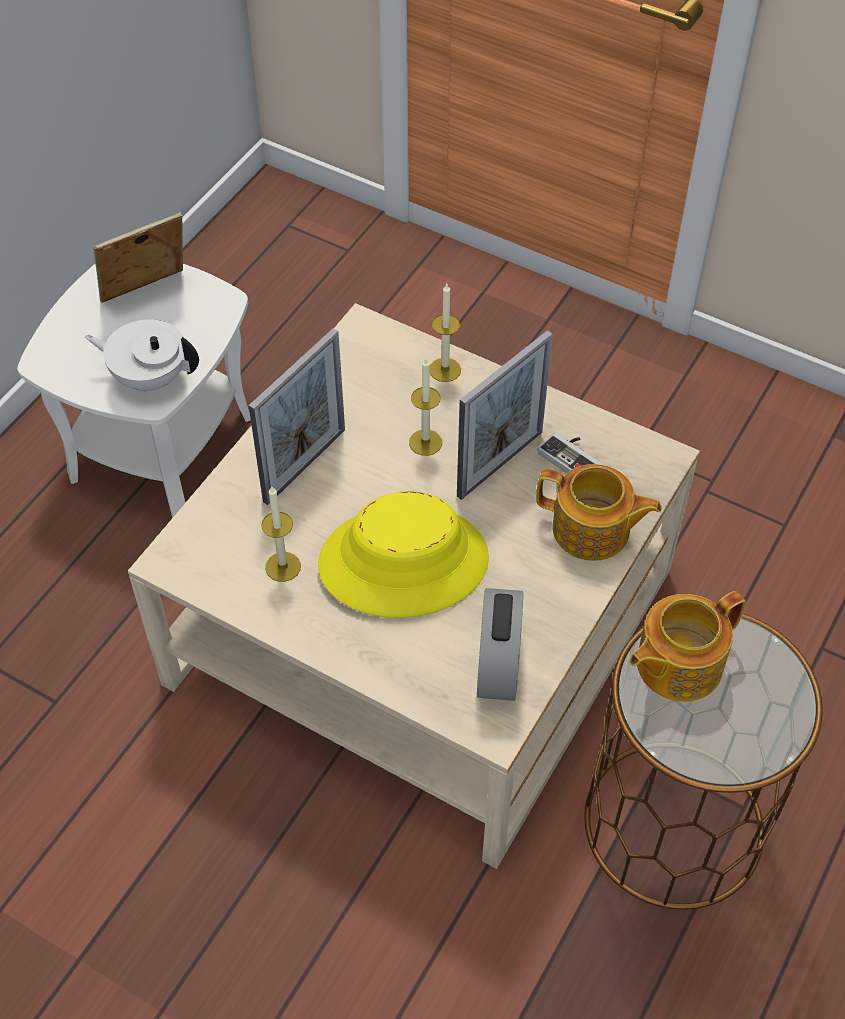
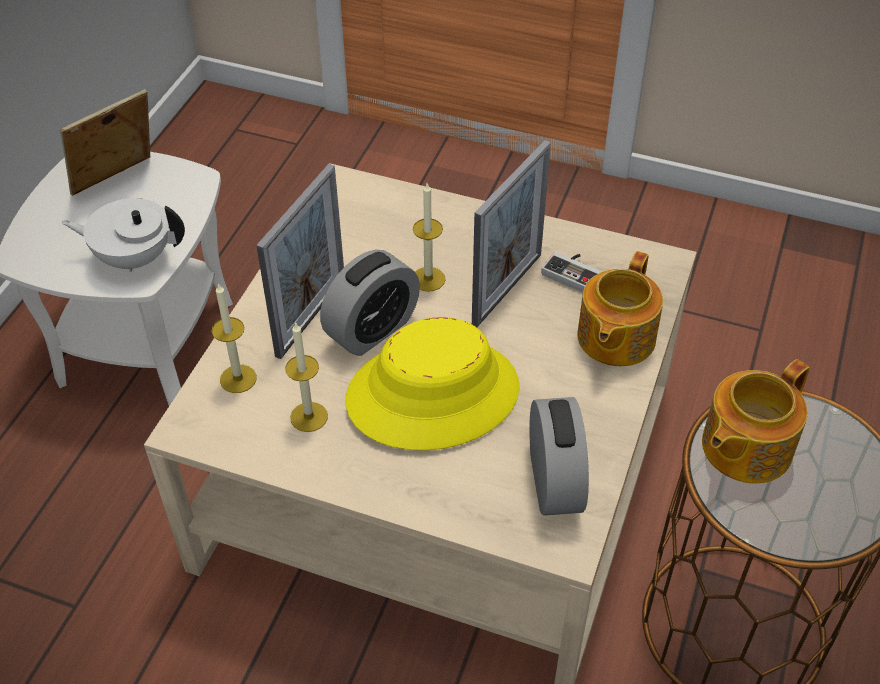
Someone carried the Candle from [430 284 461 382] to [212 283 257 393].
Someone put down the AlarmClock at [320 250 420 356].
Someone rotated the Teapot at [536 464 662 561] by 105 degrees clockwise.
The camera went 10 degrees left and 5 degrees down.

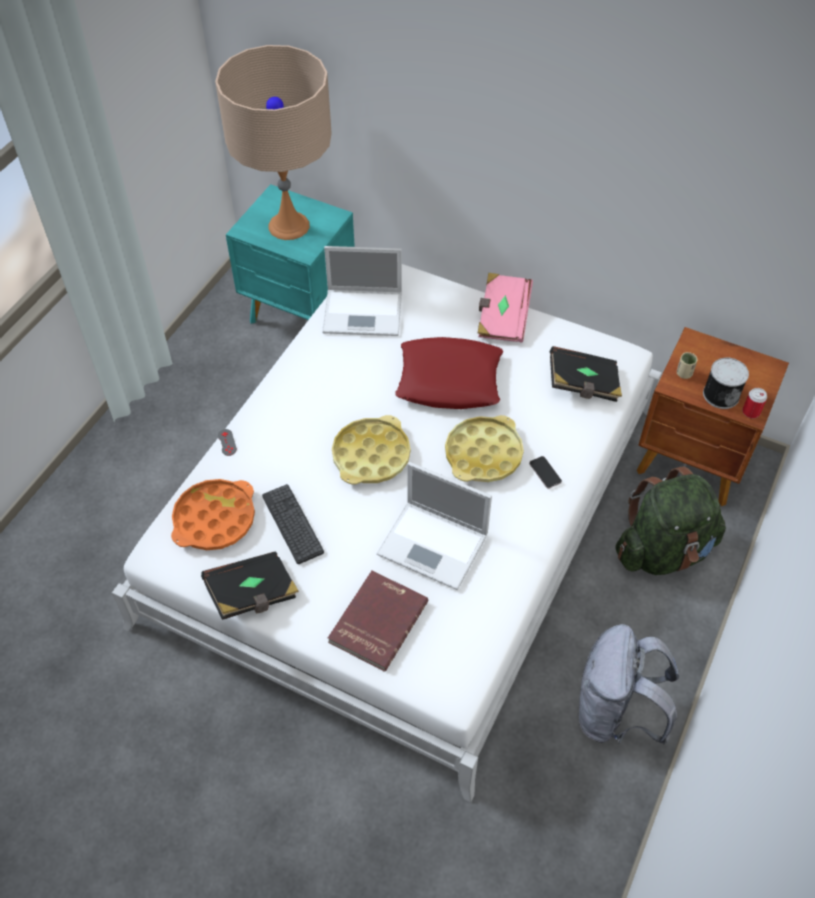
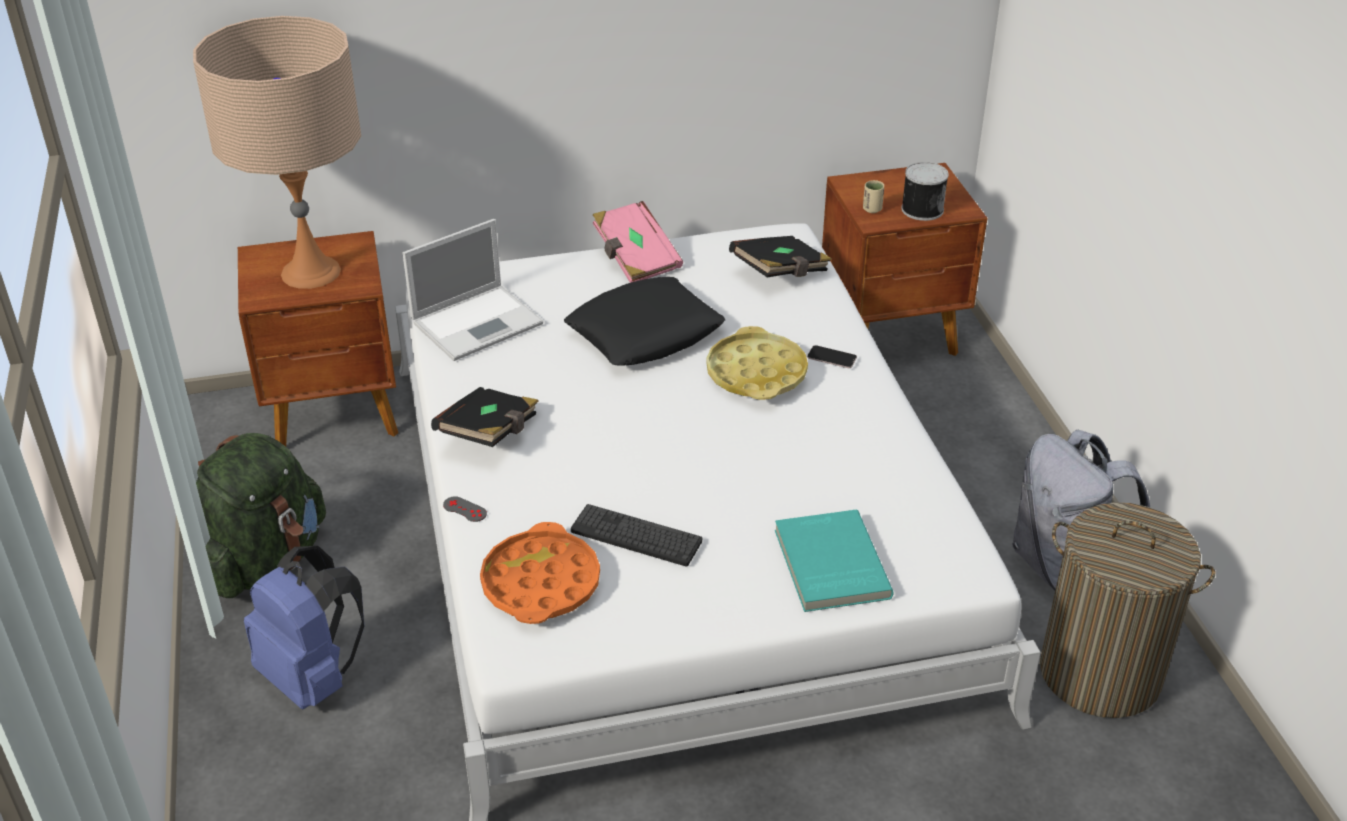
Someone carried the GreenBackpack from [616 466 726 575] to [196 433 326 598].
Someone repainted the TurquoiseNightstand at [226 184 355 324], which became the BrownNightstand at [238 231 398 446].
Someone put down the BlueBackpack at [244 546 364 709].
Someone carried the BlackBook from [201 551 299 620] to [431 387 538 447].
Someone repainted the RedPillow at [395 337 503 409], which became the BlackPillow at [564 277 725 366].
Someone repainted the RedBook at [328 571 428 672], which became the TurquoiseBook at [775 509 894 612].
Someone put down the LaundryBasket at [1040 503 1215 718].
Someone took away the YellowTray at [332 415 410 485].
Someone took away the Laptop at [377 462 492 590].
Someone took away the Can at [742 388 767 418].
The camera went 40 degrees left and 15 degrees down.

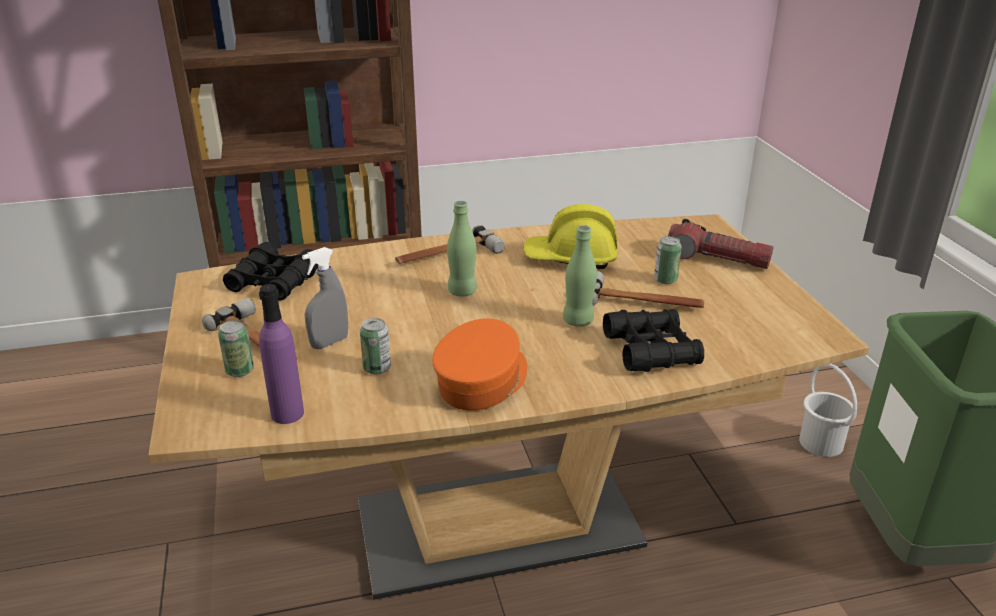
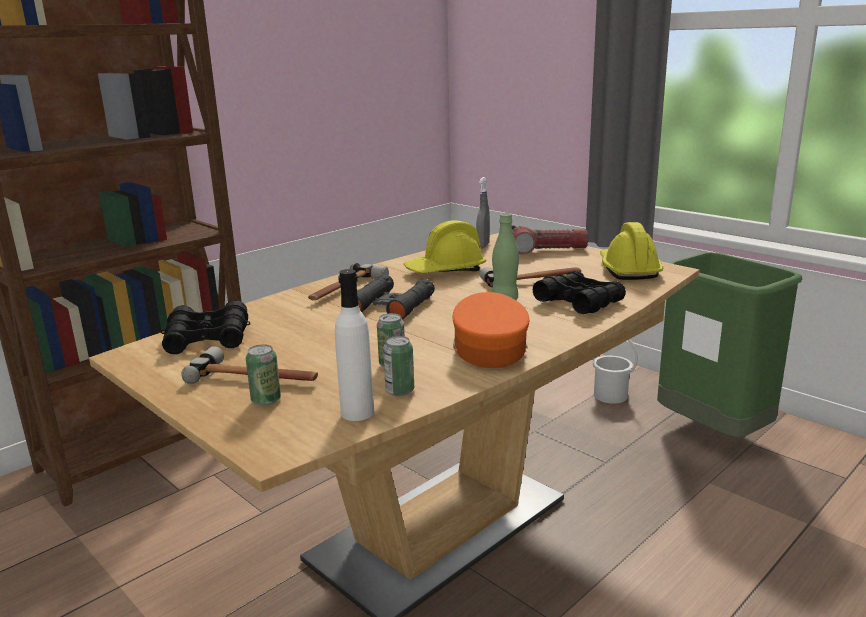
Someone repainted the PurpleBottle at [259 284 304 424], which became the WhiteBottle at [335 269 374 421].
Someone swapped the GreenBottle at [447 201 477 297] for the BlackBinoculars at [357 275 435 320].
Someone carried the Can from [654 236 682 284] to [383 336 414 396].
Someone carried the GreySprayBottle from [302 247 348 349] to [476 177 490 248].
Someone put down the YellowHardHat at [600 222 663 280].
The camera went 30 degrees left and 10 degrees down.

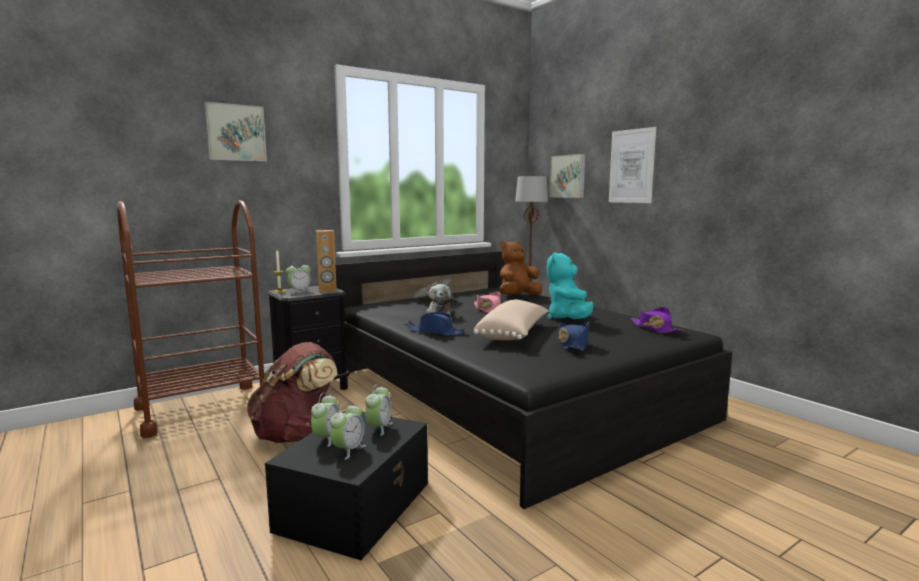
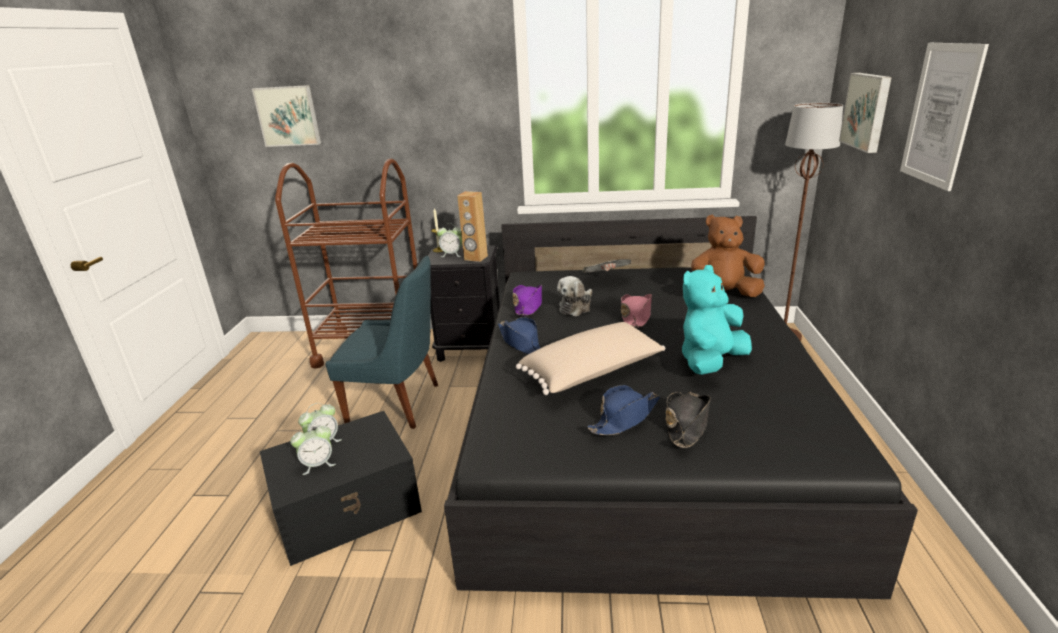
Someone carried the Picture from [204 102 267 162] to [252 85 321 147].
Someone swapped the BrownBackpack at [247 342 337 443] for the BlueChair at [326 255 438 429].
Someone carried the PurpleHat from [631 307 683 333] to [513 285 542 316].
Someone put down the BlackHat at [665 392 711 448].
Someone took away the AlarmClock at [365 384 393 436].
The camera went 40 degrees right and 15 degrees up.

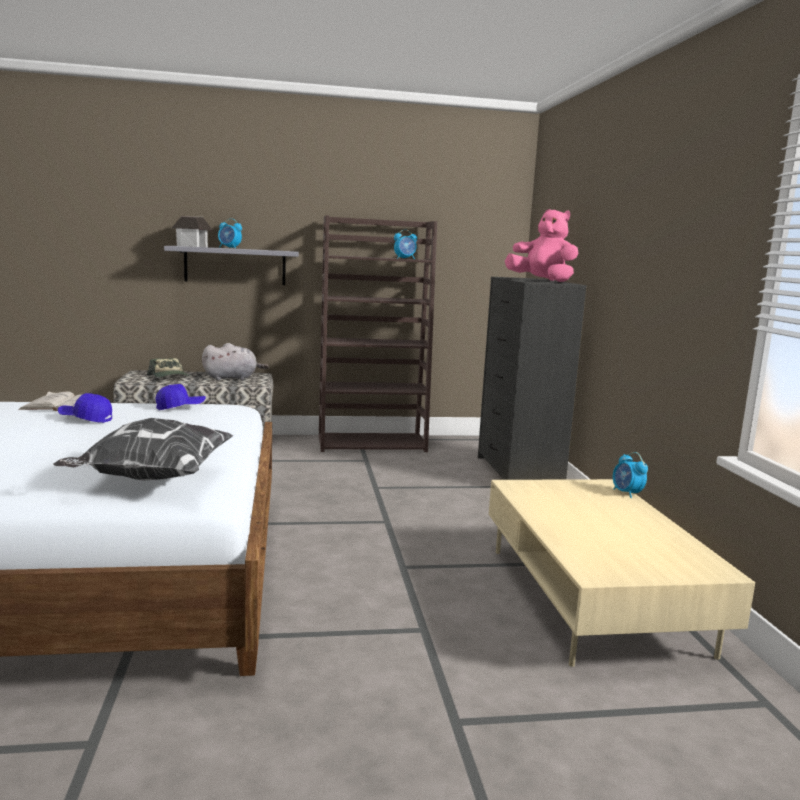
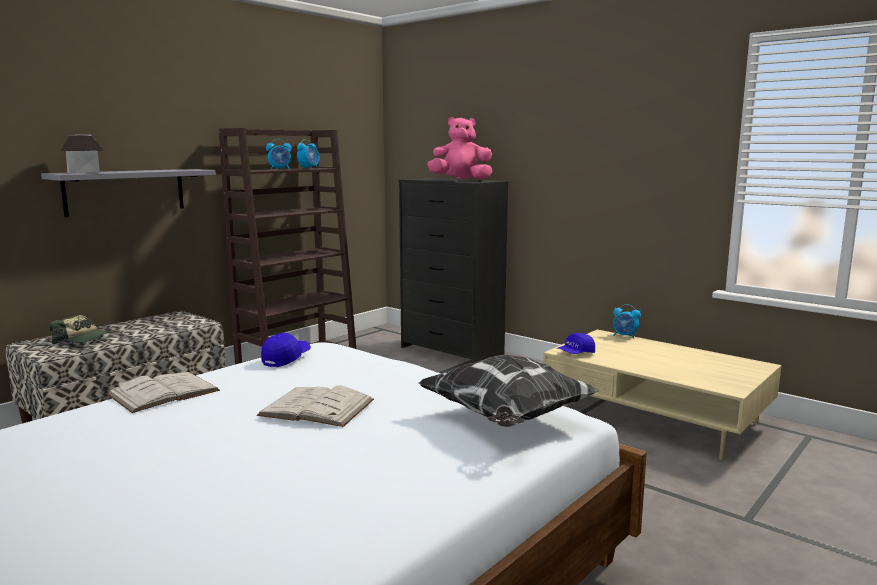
Someone put down the WhiteBook at [257 386 374 427].
Someone carried the AlarmClock from [218 219 242 248] to [266 139 292 170].
Someone carried the BlueCap from [58 393 112 423] to [558 333 595 354].
Someone took away the GreyPlushToy at [202 343 269 380].
The camera went 40 degrees left and 0 degrees up.

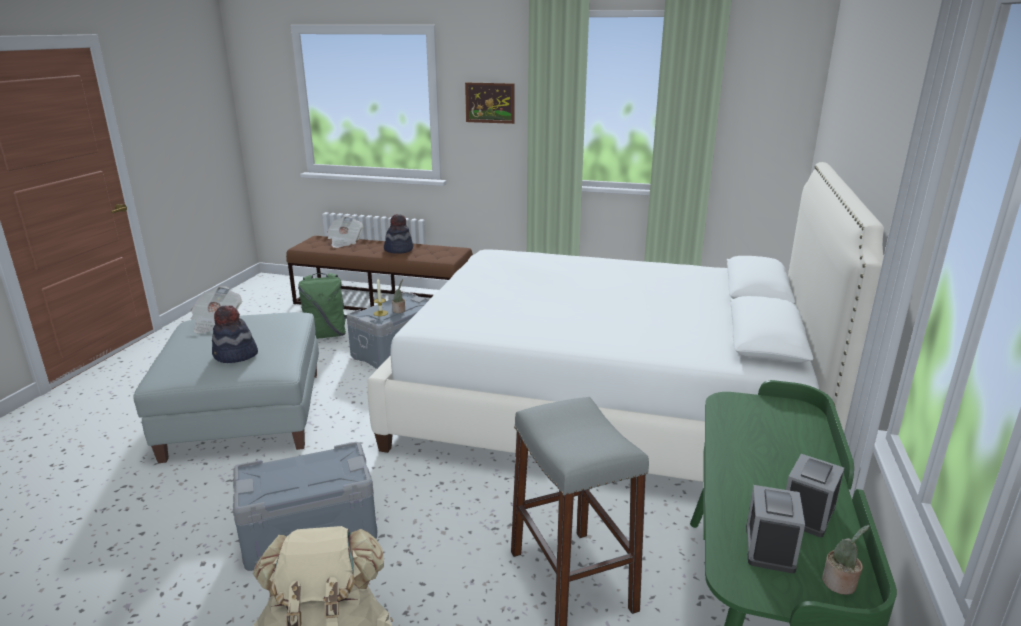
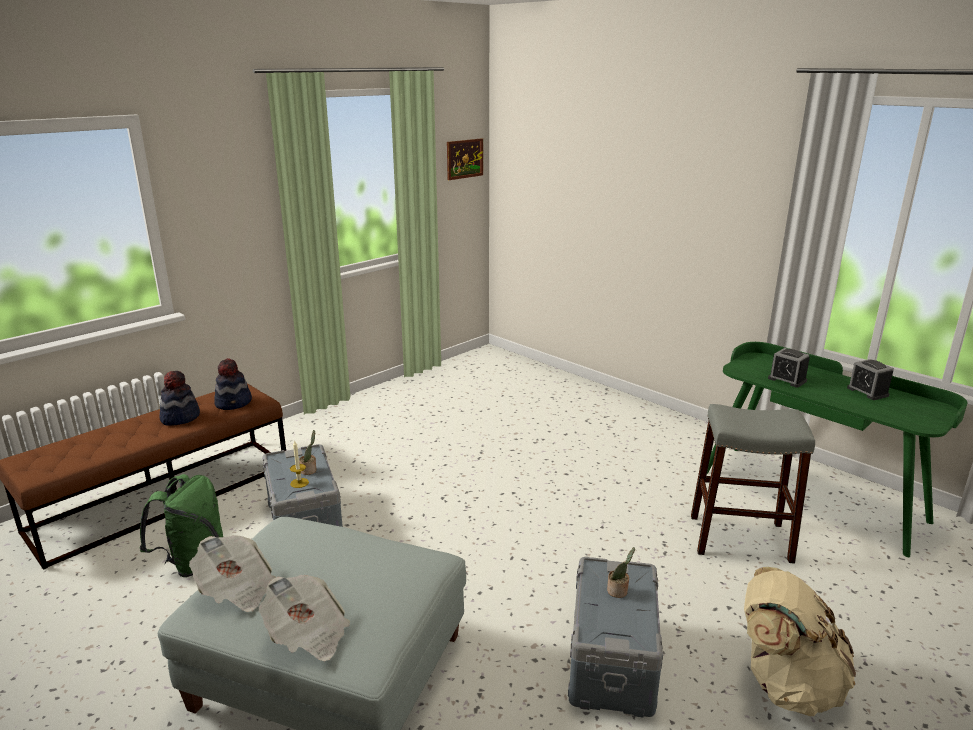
Someone carried the Hat from [212 306 258 363] to [214 358 252 410].
Someone carried the Newspaper from [327 216 364 248] to [259 575 350 661].
Someone carried the Picture from [465 82 515 124] to [447 138 483 180].
Someone carried the PottedPlant from [822 525 870 595] to [607 547 635 598].
Someone carried the AlarmClock from [746 485 805 573] to [768 348 810 388].
Someone took away the WhiteBed at [367 162 884 482].
The camera went 60 degrees left and 0 degrees up.

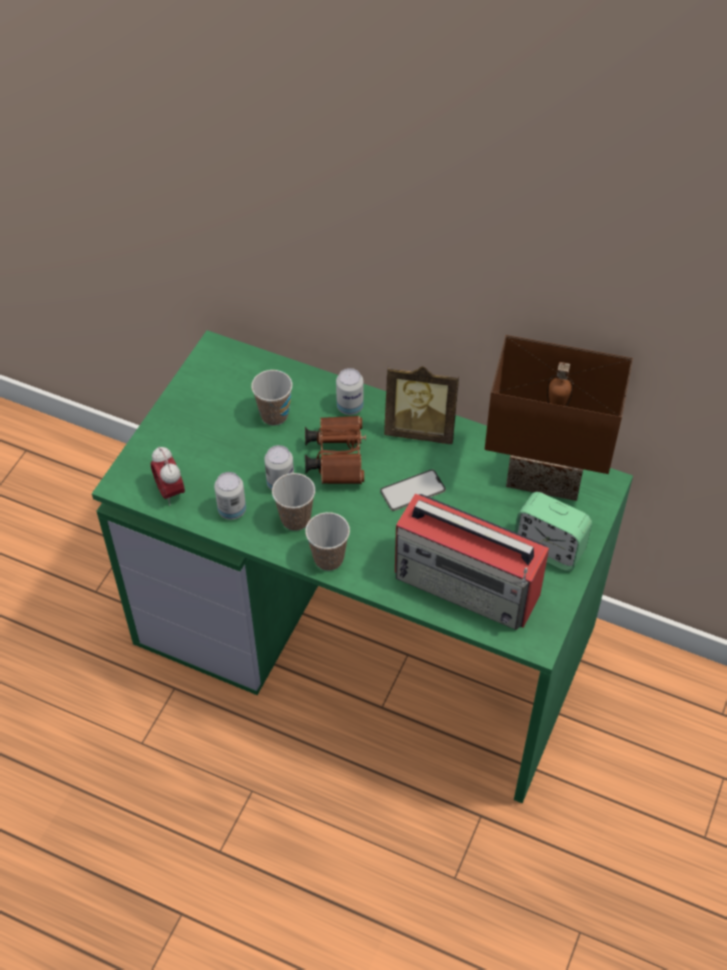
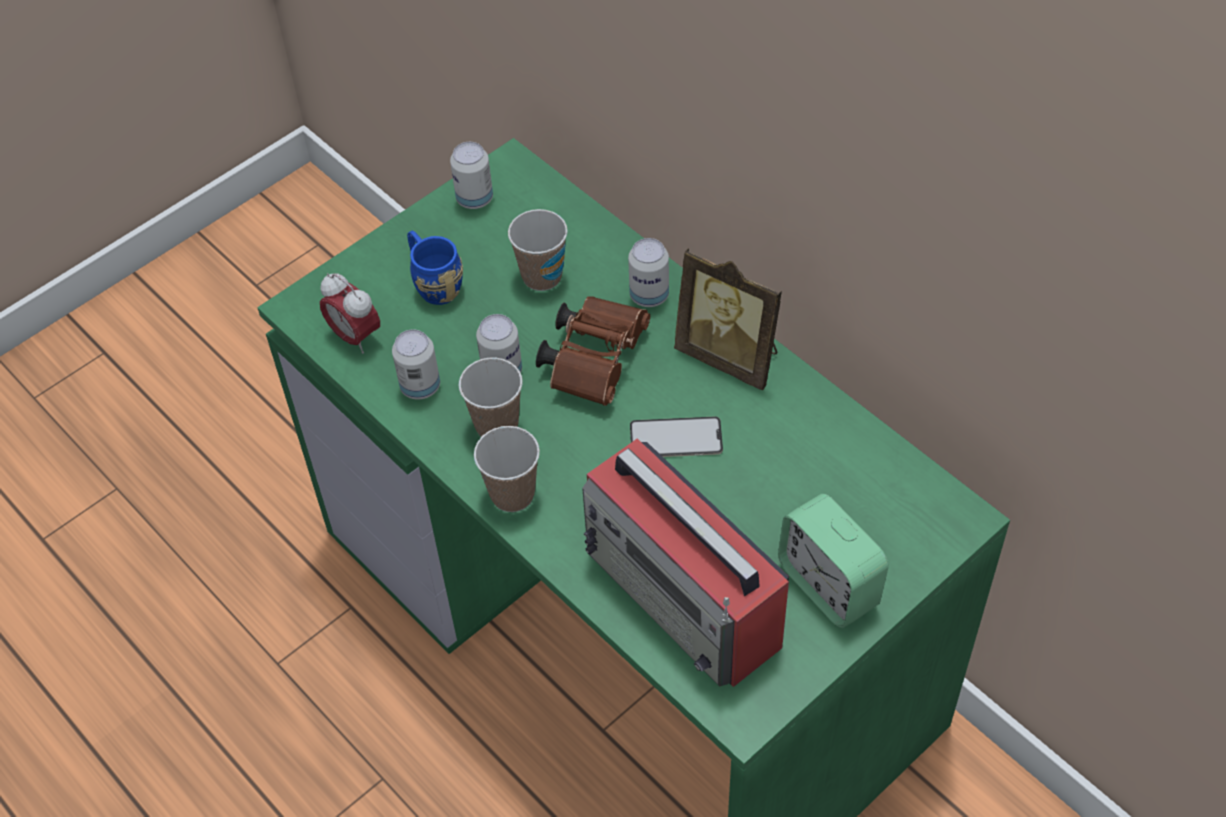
Someone rotated the AlarmClock at [151 446 185 506] by 45 degrees counterclockwise.
Someone put down the BlueMug at [407 231 463 305].
Someone put down the Can at [450 142 493 209].
Someone took away the BrownTableLamp at [485 335 633 501].
The camera went 25 degrees right and 0 degrees up.

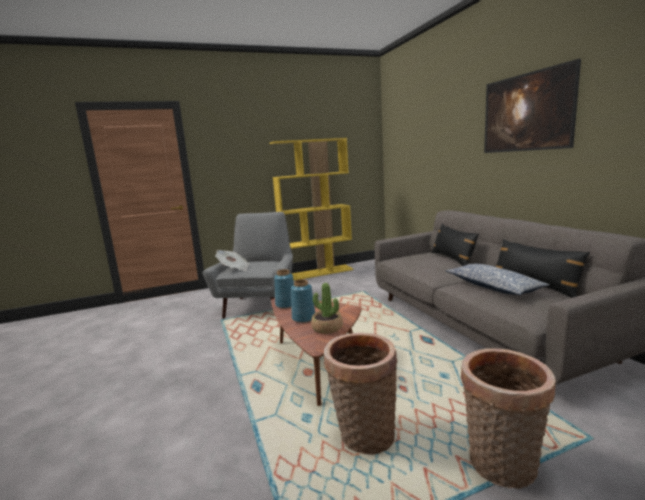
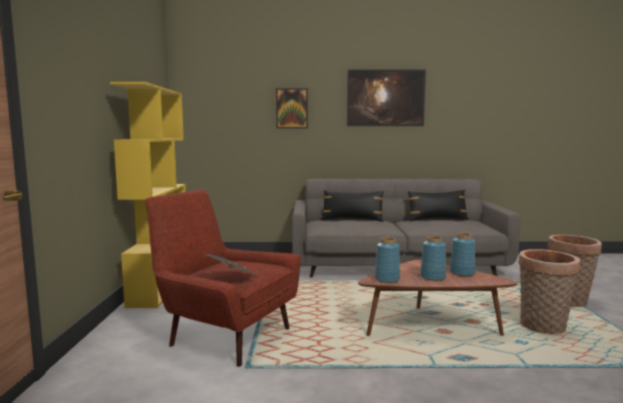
Someone repainted the GreyArmchair at [203 212 293 319], which became the RedArmchair at [146 189 301 367].
Someone put up the Picture at [276 88 308 128].
Someone swapped the PottedPlant at [311 283 343 334] for the BlueVase at [450 233 475 276].
Someone took away the Pillow at [446 264 549 295].
The camera went 70 degrees left and 5 degrees down.

